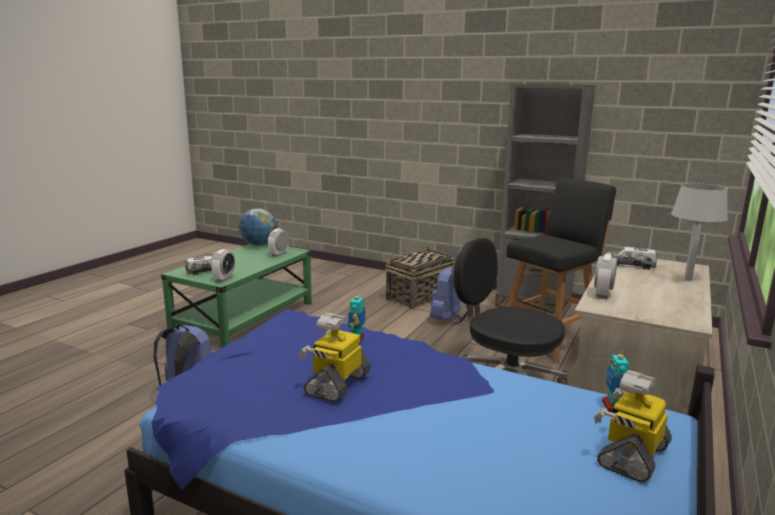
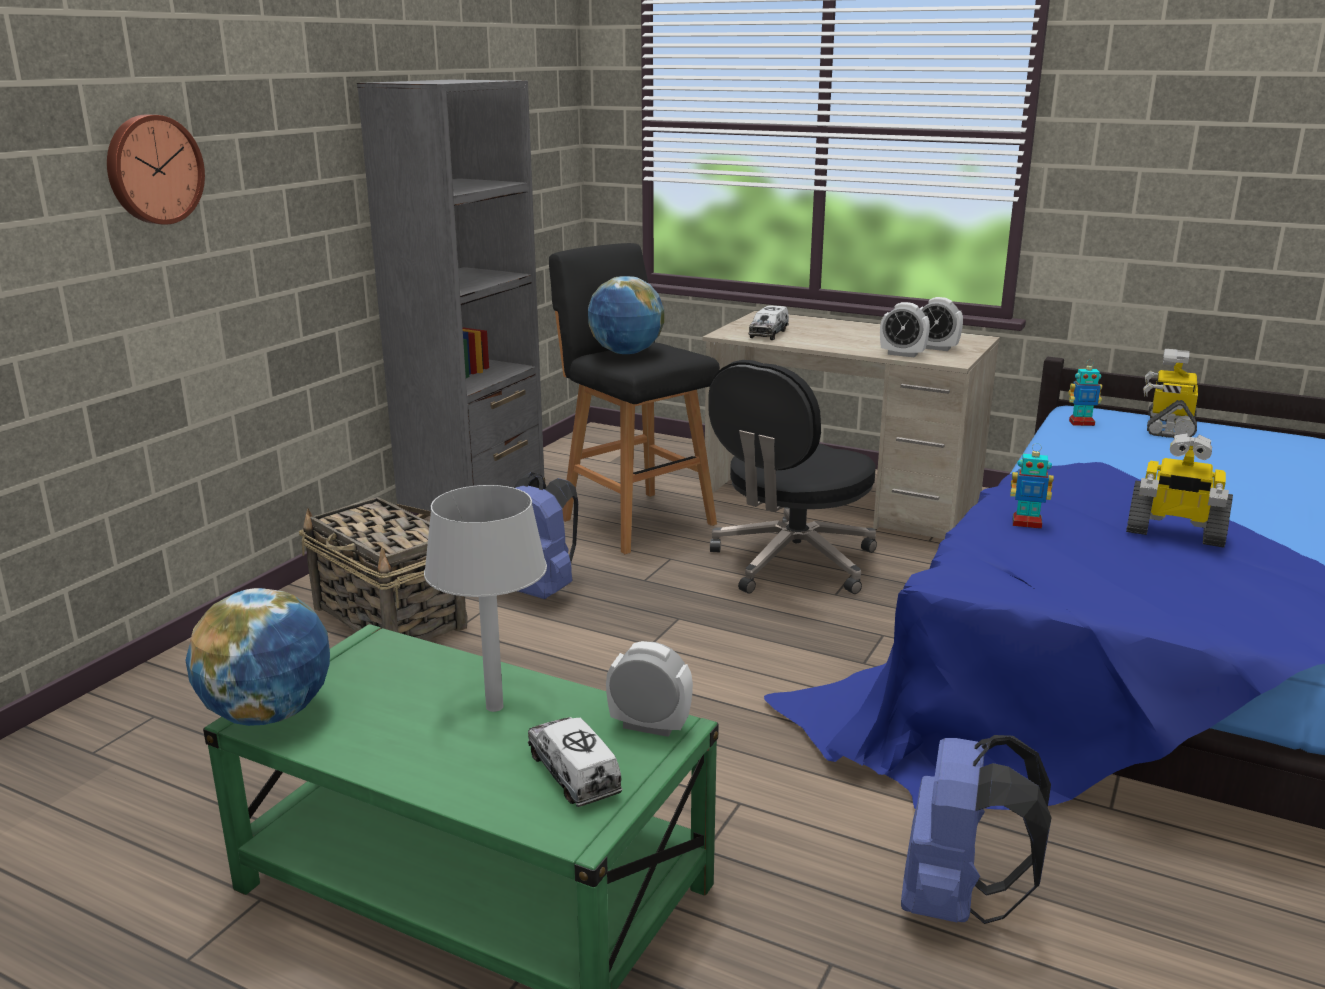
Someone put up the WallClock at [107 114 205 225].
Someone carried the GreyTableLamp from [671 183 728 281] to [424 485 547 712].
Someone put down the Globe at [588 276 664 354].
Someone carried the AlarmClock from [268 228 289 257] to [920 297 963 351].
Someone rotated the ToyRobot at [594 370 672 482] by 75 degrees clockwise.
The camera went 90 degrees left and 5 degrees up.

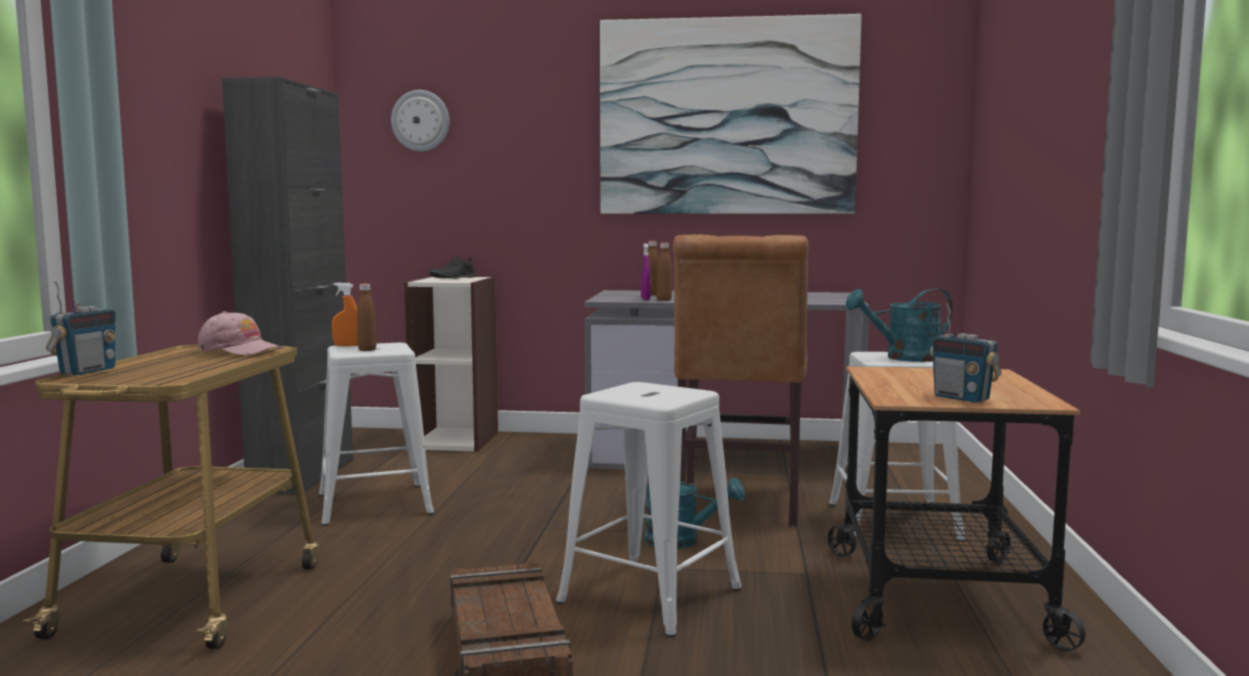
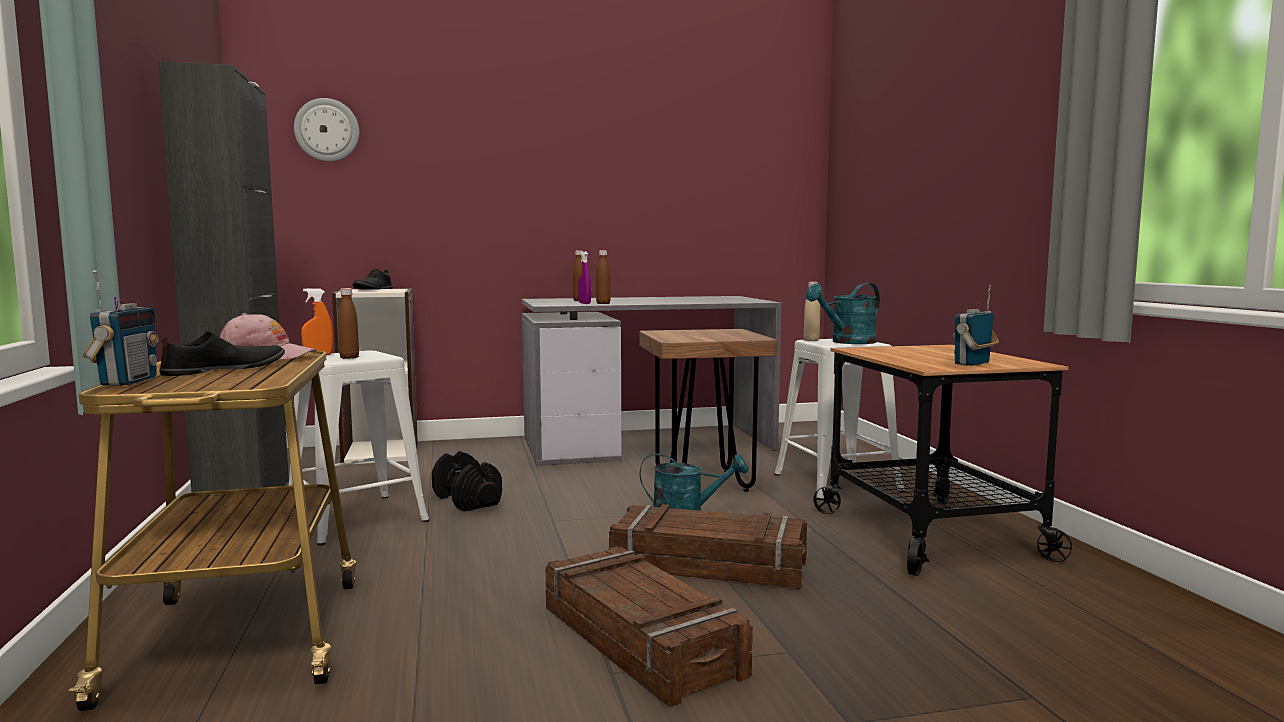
Someone put down the BlackShoe at [159 331 285 376].
Someone put down the BlackDumbbell at [432 451 502 512].
Someone swapped the WhiteStool at [556 382 742 638] for the Crate at [609 504 807 589].
Someone swapped the BrownChair at [673 235 809 526] for the BrownStool at [640 329 777 492].
Someone put down the BeigeBottle at [804 282 820 341].
Someone rotated the Radio at [930 303 1002 403] by 105 degrees clockwise.
Someone took away the Picture at [600 14 862 214].
The camera went 20 degrees left and 0 degrees up.

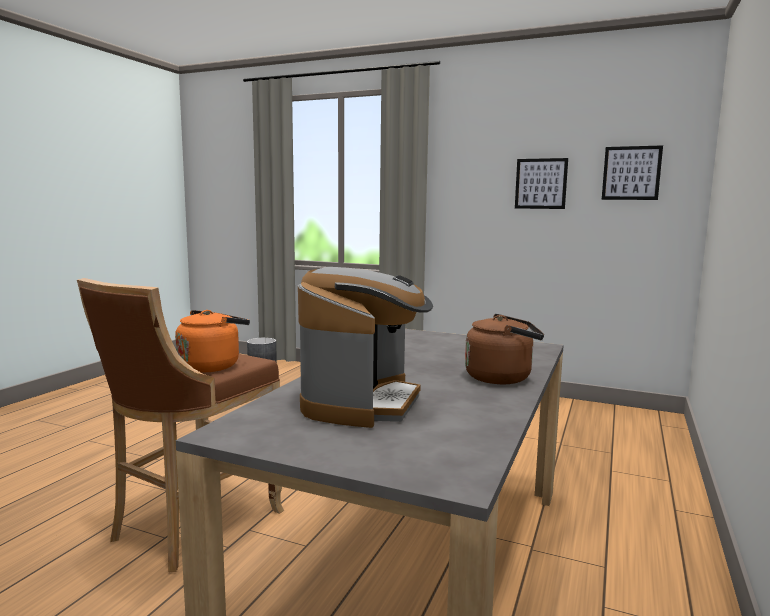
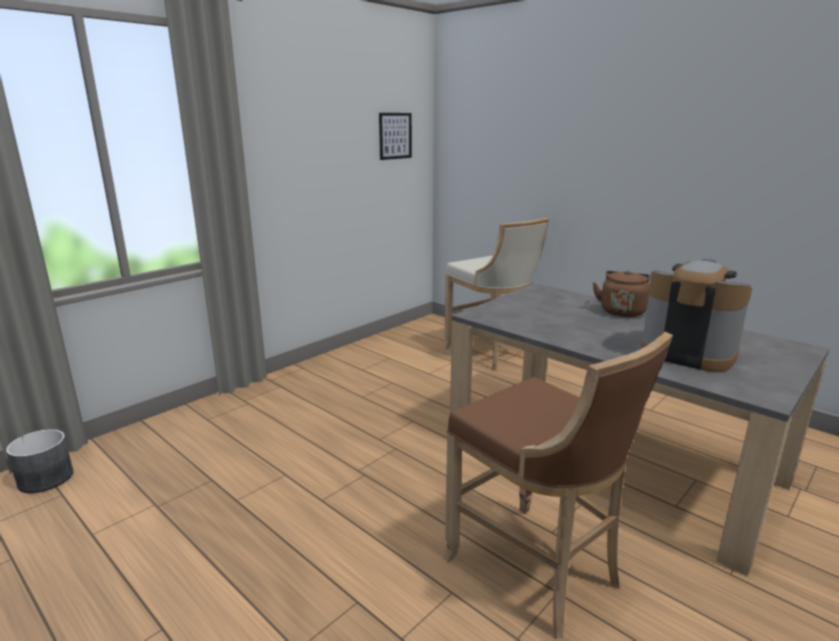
Someone put down the BeigeStool at [443 218 549 371].
Someone took away the OrangeKettle at [175 310 250 372].
Someone took away the Picture at [515 158 568 209].
The camera went 70 degrees left and 10 degrees up.

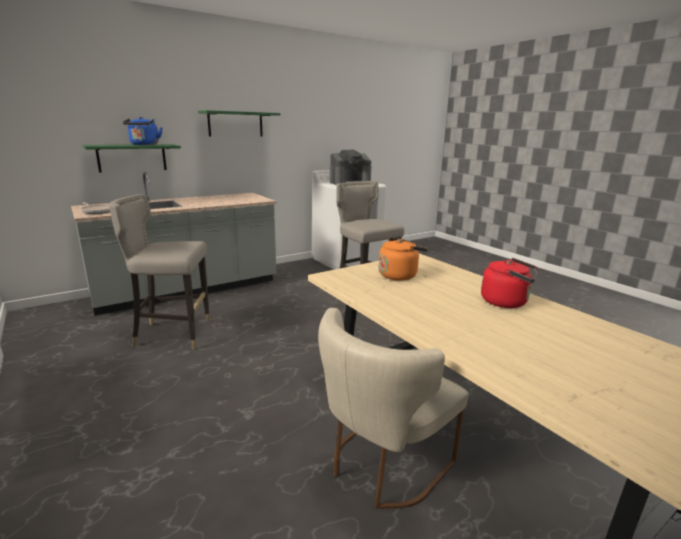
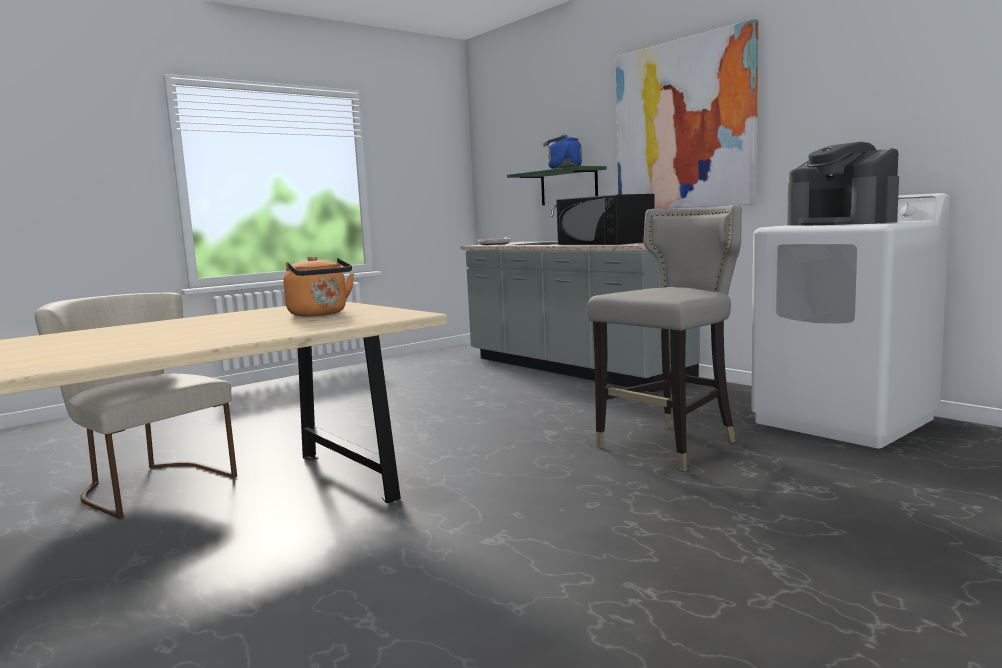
Someone put down the BlackMicrowave at [556 194 655 245].
Someone swapped the GreenShelf at [198 110 280 137] for the Picture at [616 19 758 209].
Someone took away the GreyStool at [109 194 210 349].
Someone took away the RedKettle at [481 258 539 308].
The camera went 85 degrees right and 10 degrees down.

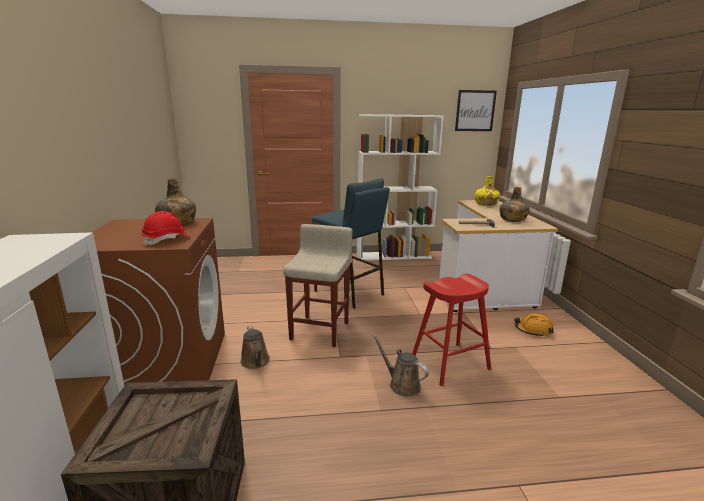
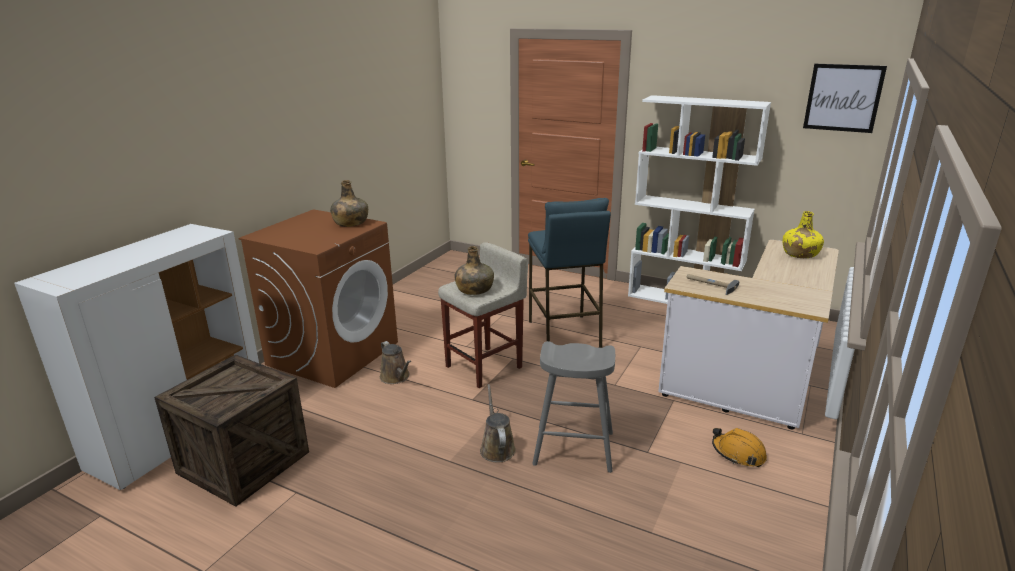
Someone rotated the BrownWateringCan at [240 326 270 369] by 45 degrees counterclockwise.
Someone carried the GreenBottle from [499 187 529 222] to [454 246 494 295].
Someone repainted the RedStool at [412 273 491 386], which became the GreyStool at [532 341 615 473].
Someone took away the RedHardHat at [141 211 190 246].
The camera went 35 degrees right and 5 degrees up.

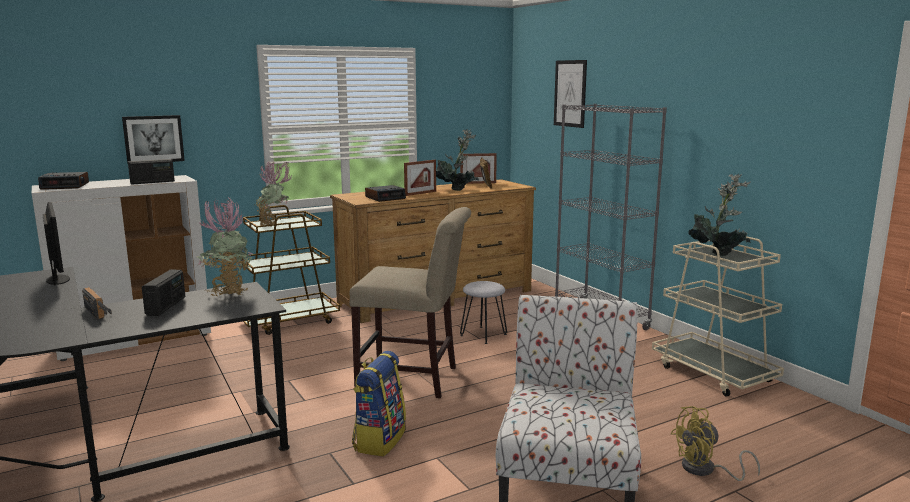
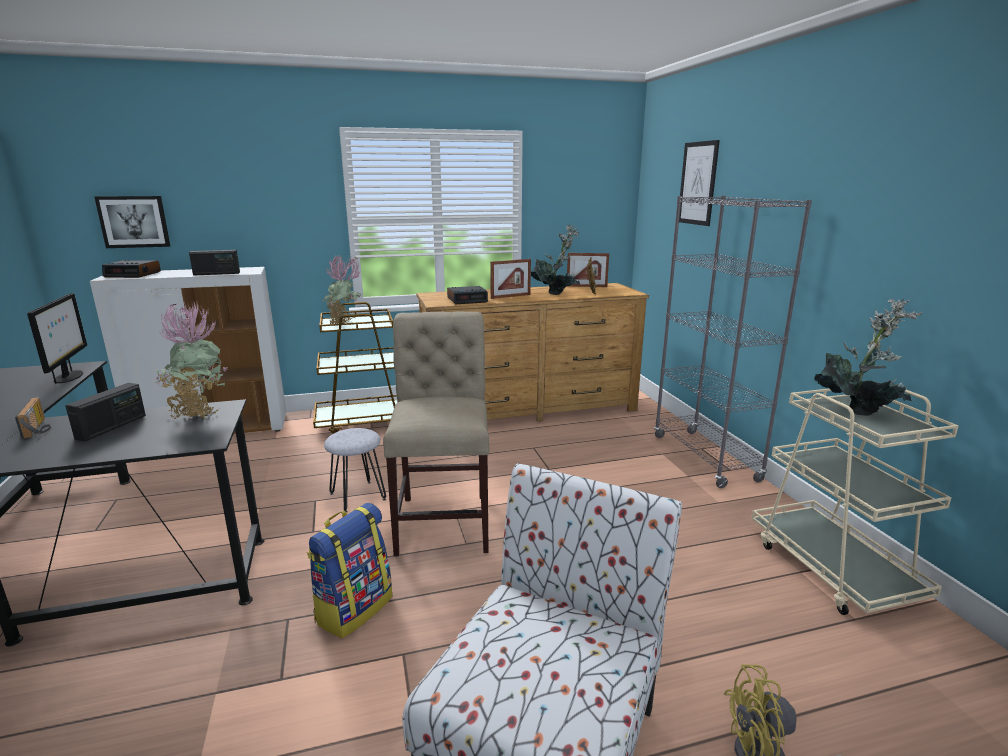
Someone carried the Picture from [122 115 185 164] to [95 196 170 248].
Someone carried the GreyStool from [460 281 507 344] to [324 428 386 513].
Someone rotated the BeigeChair at [349 207 471 398] by 120 degrees counterclockwise.
The camera went 15 degrees right and 5 degrees up.

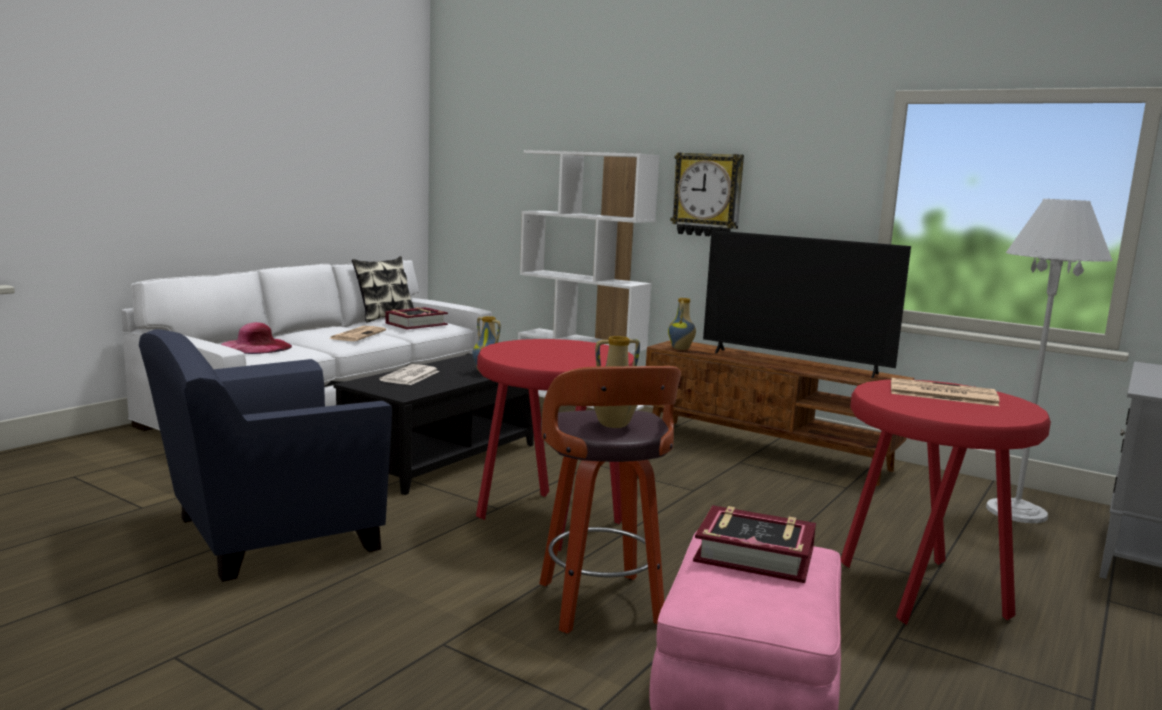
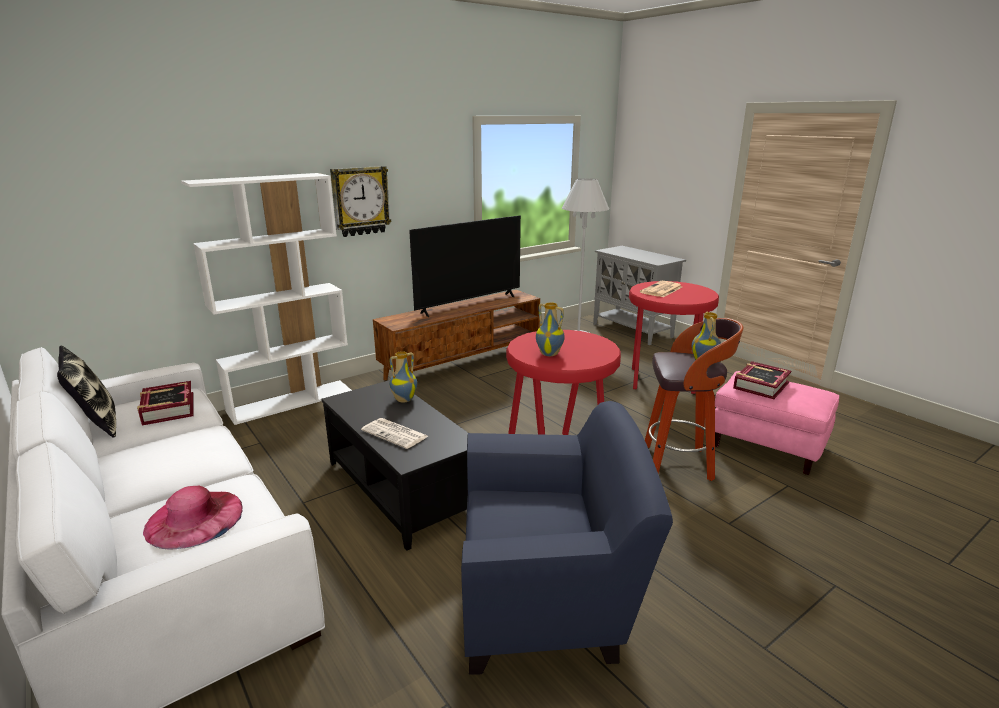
Someone rotated the BlueArmchair at [139 329 392 582] by 75 degrees counterclockwise.
Someone carried the Vase from [668 298 696 350] to [536 302 565 356].
Someone took away the Newspaper at [329 326 386 341].
The camera went 70 degrees left and 10 degrees up.

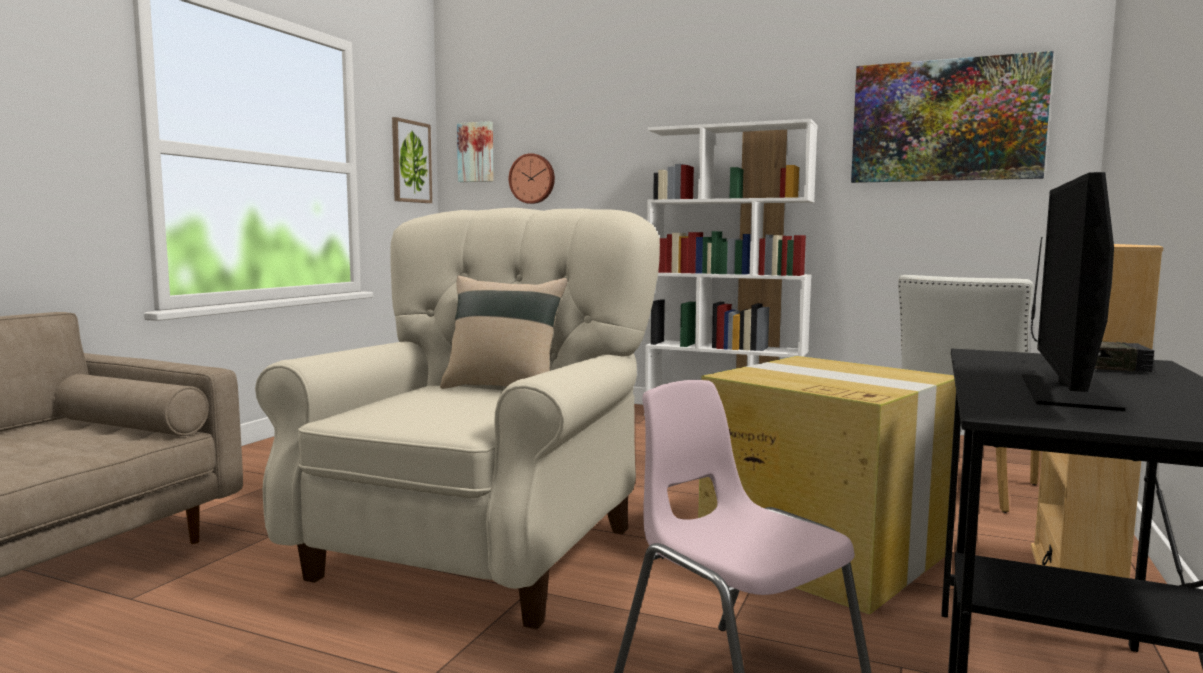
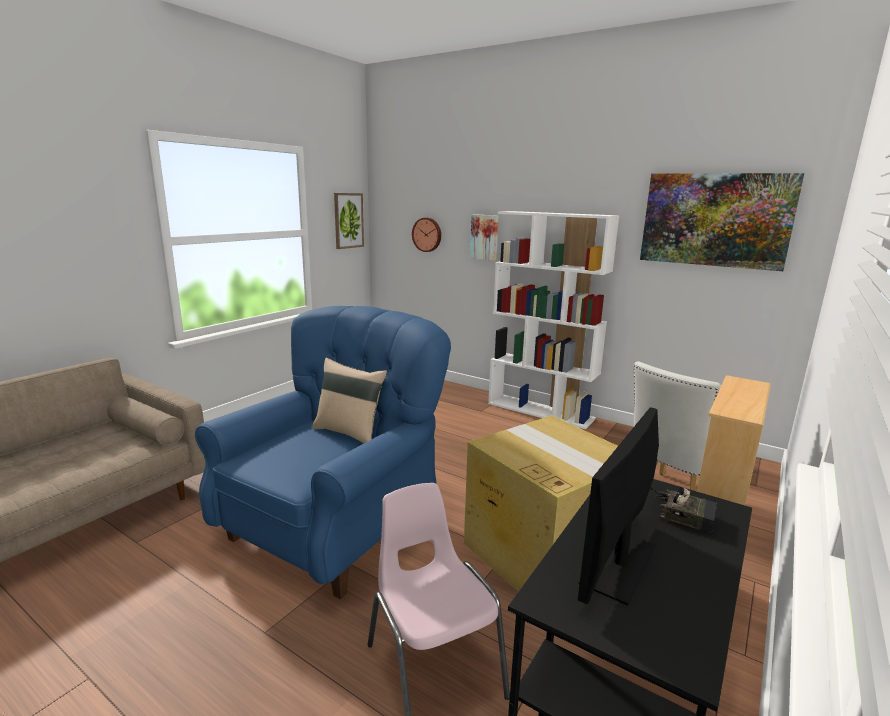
Someone repainted the BeigeArmchair at [255 208 660 629], which became the BlueArmchair at [195 306 451 599].
Someone carried the Picture from [457 121 494 182] to [470 214 499 261].
The camera went 10 degrees right and 10 degrees up.

